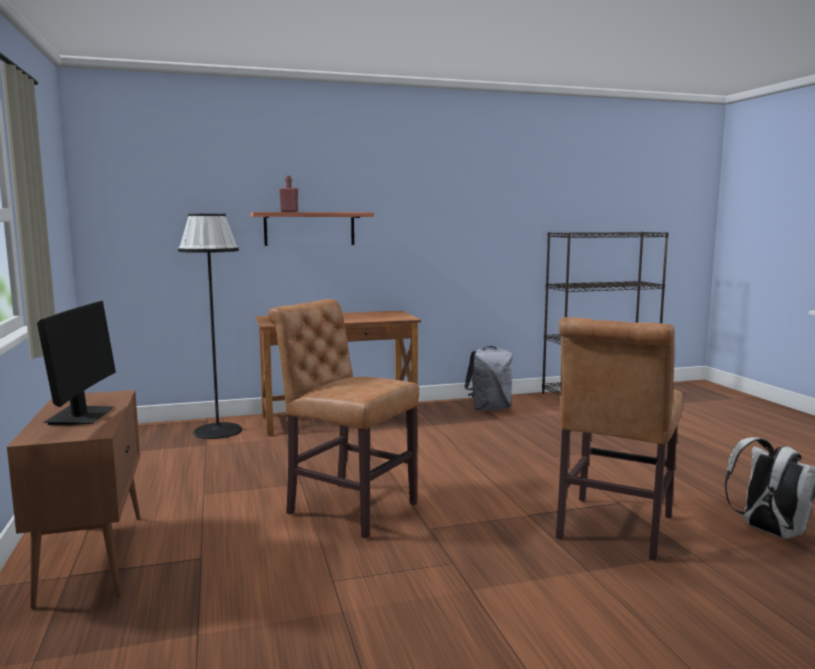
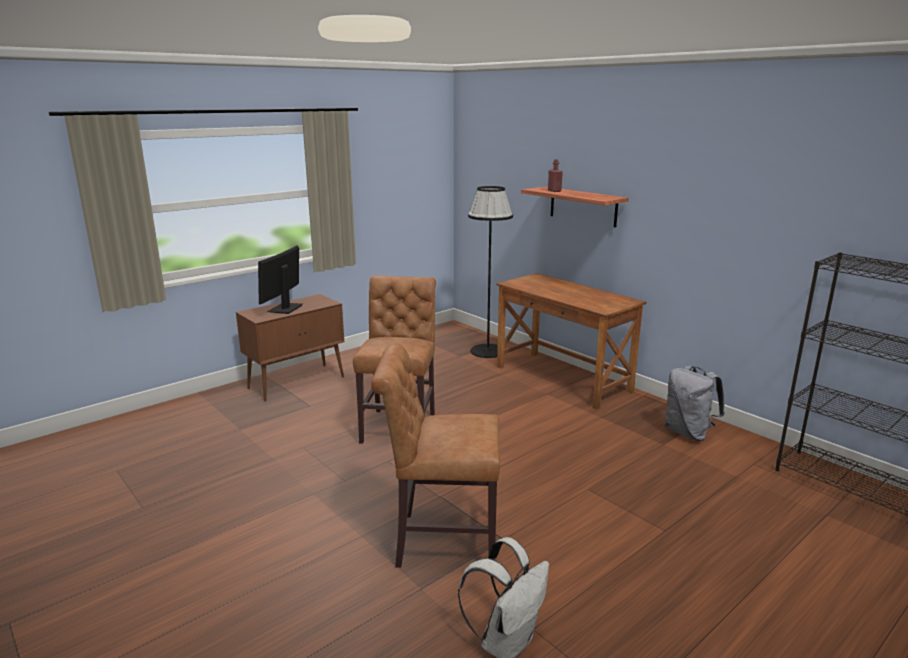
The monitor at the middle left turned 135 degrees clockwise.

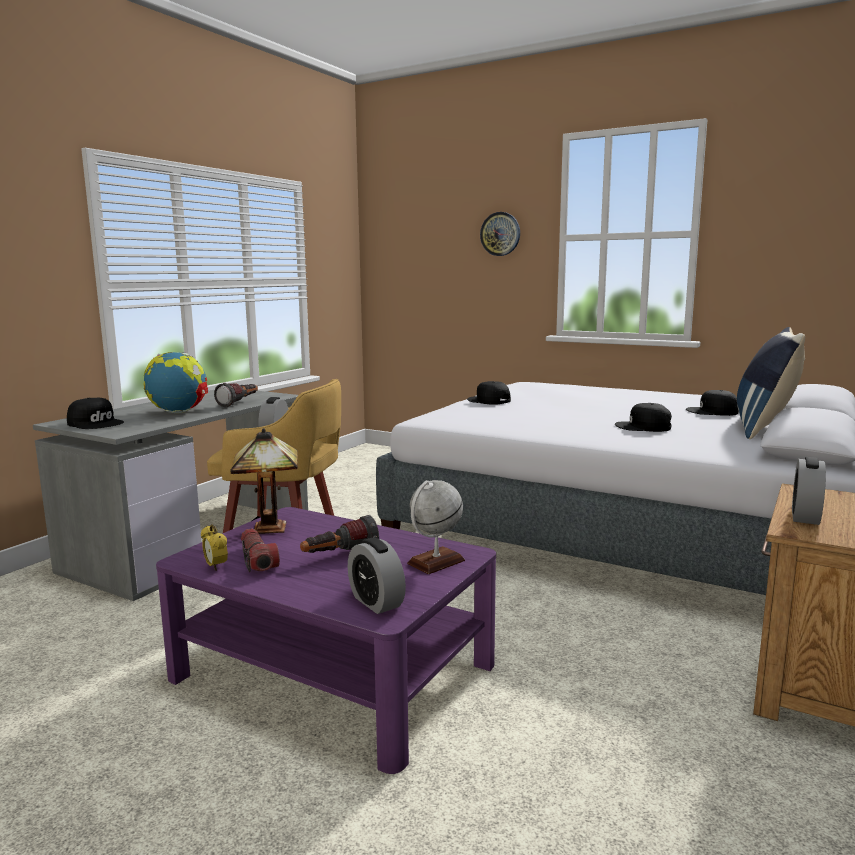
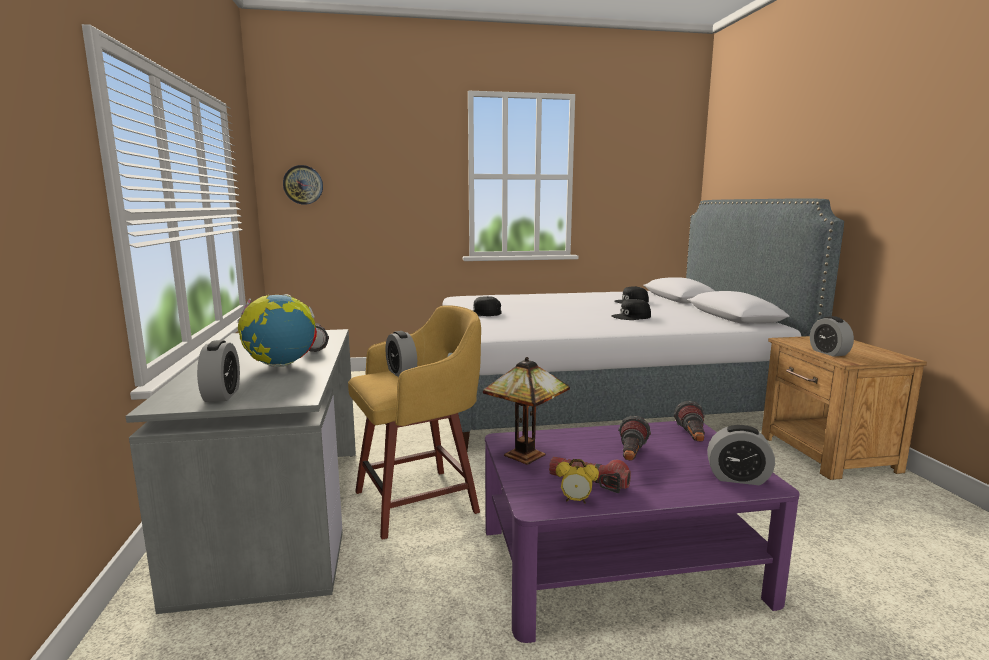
The cap (black) (no. 1 from left) at the middle left was replaced by the alarm clock (no. 1 from left) at the middle left.
The wall clock moved from the top centre to the top left.
The globe (no. 2 from left) at the centre was replaced by the flashlight (no. 4 from left) at the middle right.
The pillow (blue) at the middle right disappeared.

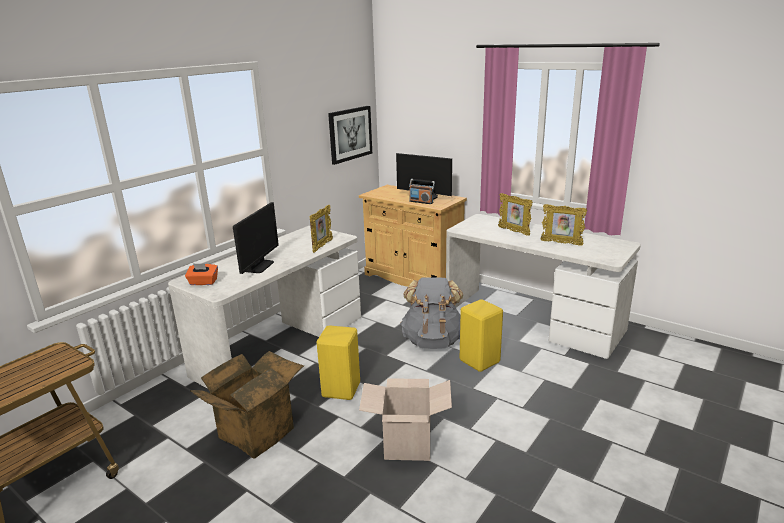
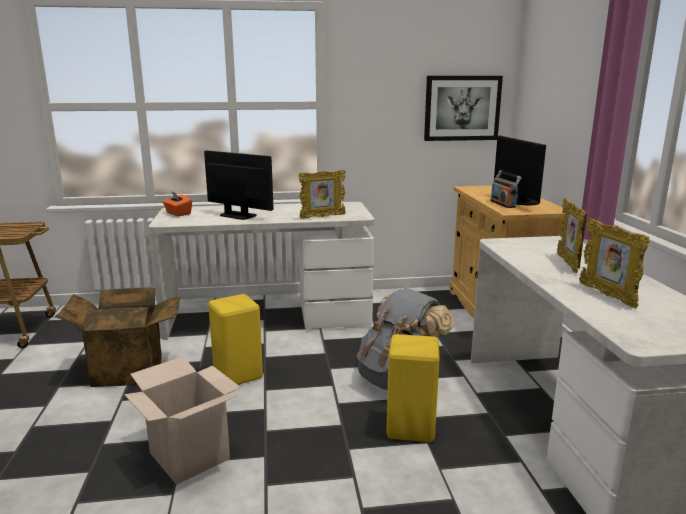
The monitor (no. 1 from left) at the middle left turned 120 degrees counterclockwise.

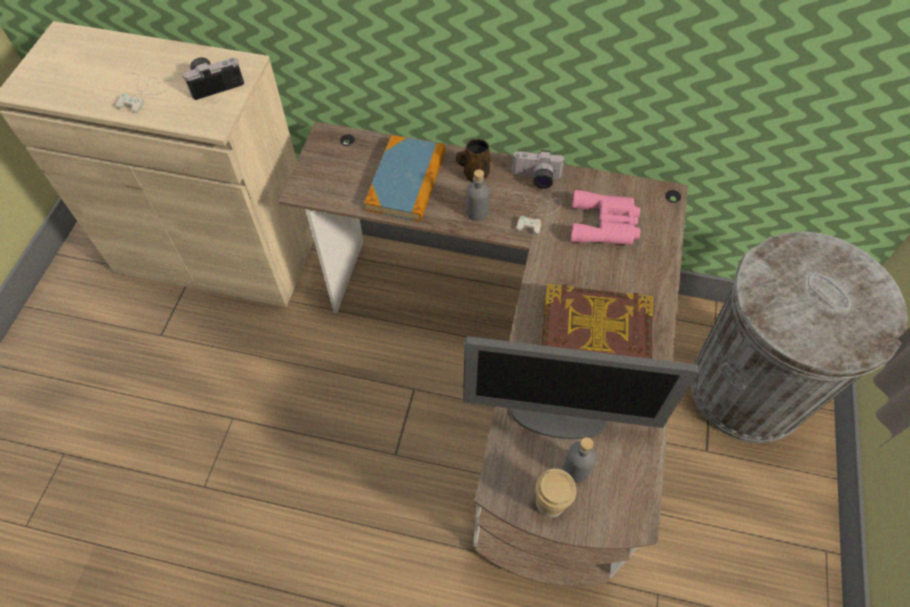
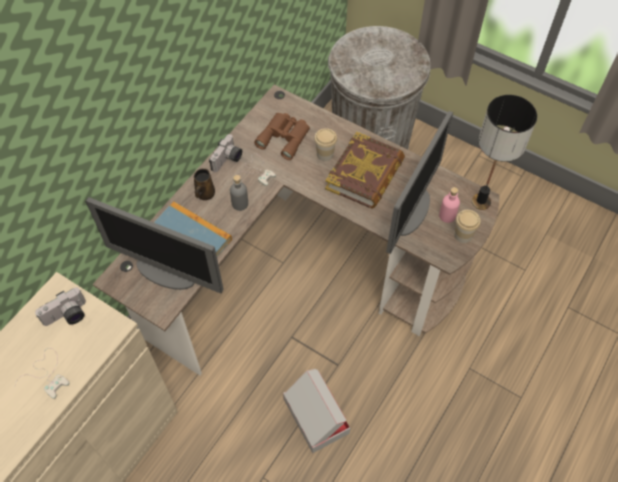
The photo camera (no. 1 from left) at the top left turned 120 degrees counterclockwise.
The monitor (no. 1 from left) at the middle left appeared.
The binoculars (pink) at the centre became the binoculars (brown) at the top centre.
The cardboard box at the bottom centre appeared.
The cup (no. 1 from left) at the top centre appeared.
The bottle (grey) (no. 2 from left) at the bottom centre became the bottle (pink) at the middle right.
The table lamp at the top right appeared.

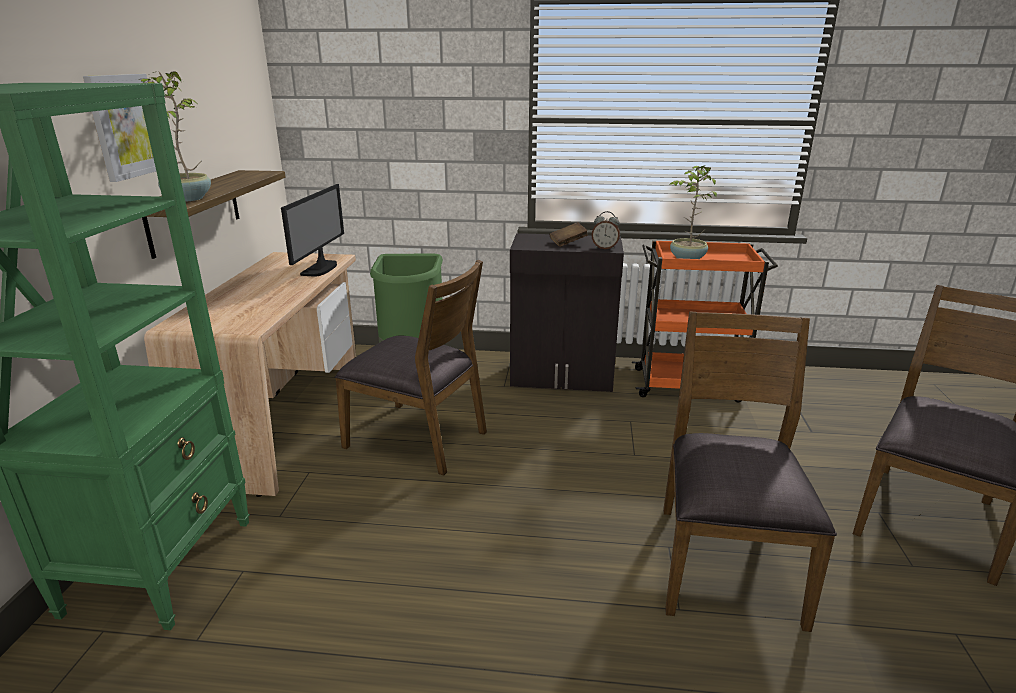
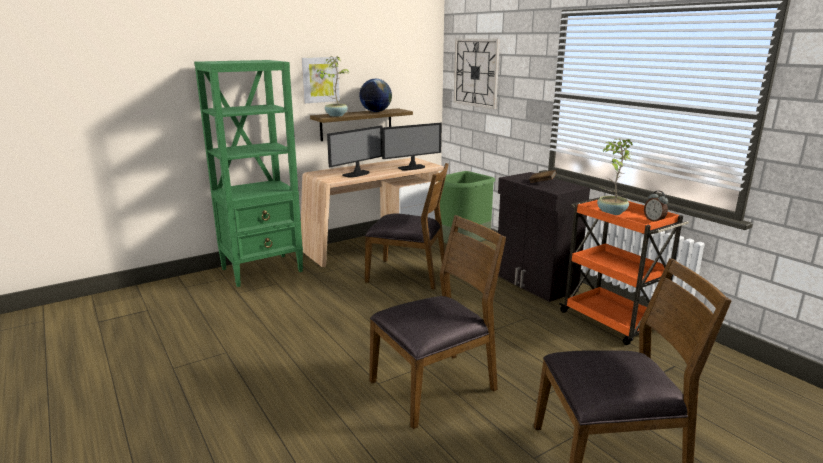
The monitor (no. 1 from left) at the top centre appeared.
The globe at the top centre appeared.
The chair (brown) (no. 1 from left) at the centre turned 60 degrees counterclockwise.
The wall clock at the top centre appeared.
The alarm clock moved from the top centre to the middle right.

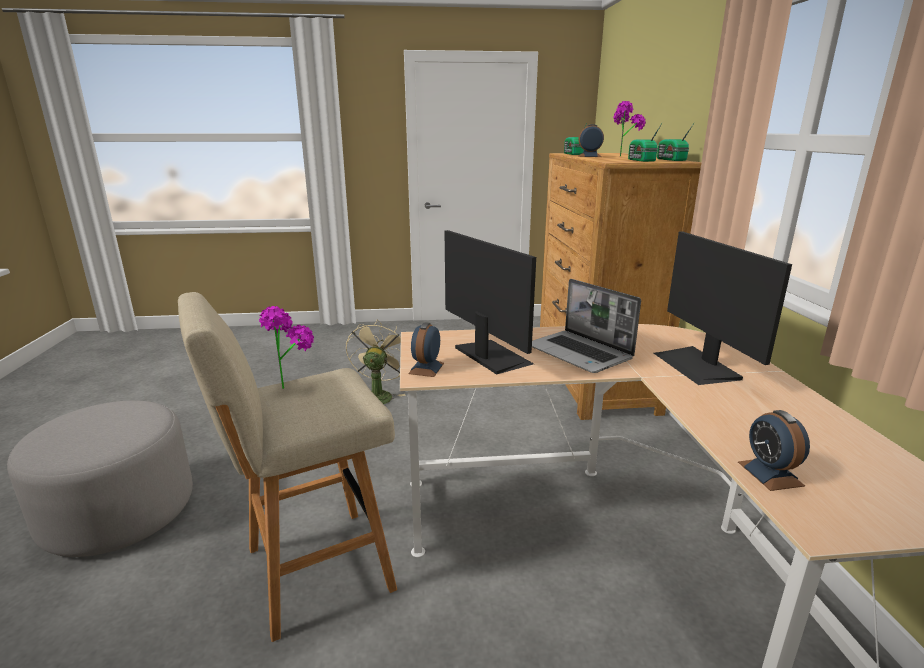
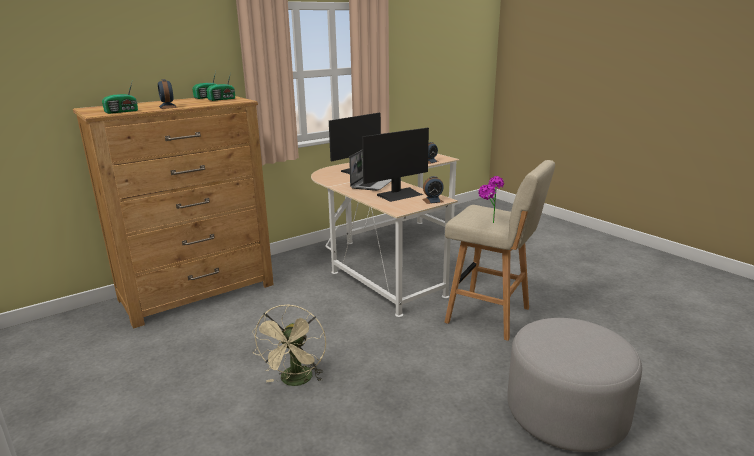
The fan (beige) at the centre turned 60 degrees counterclockwise.
The monitor (no. 1 from left in the first image) at the centre turned 150 degrees counterclockwise.
The potted plant (no. 2 from left) at the top right disappeared.

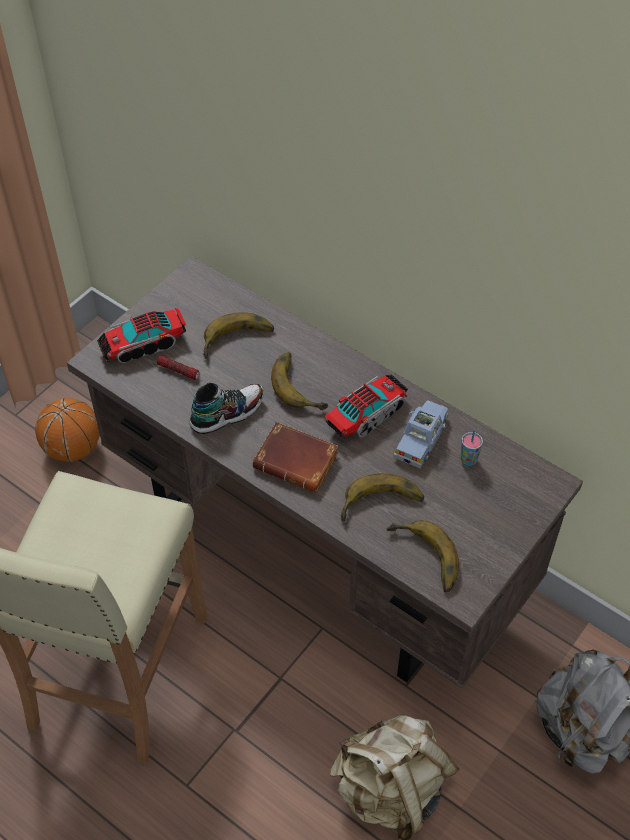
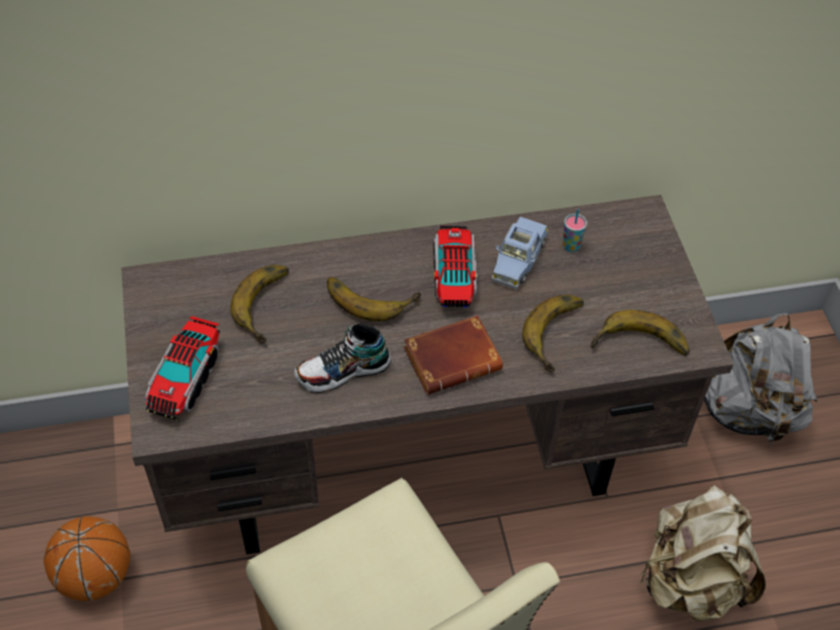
The shoe at the centre turned 120 degrees counterclockwise.
The toy car (blue) at the middle right turned 135 degrees counterclockwise.
The flashlight at the middle left disappeared.

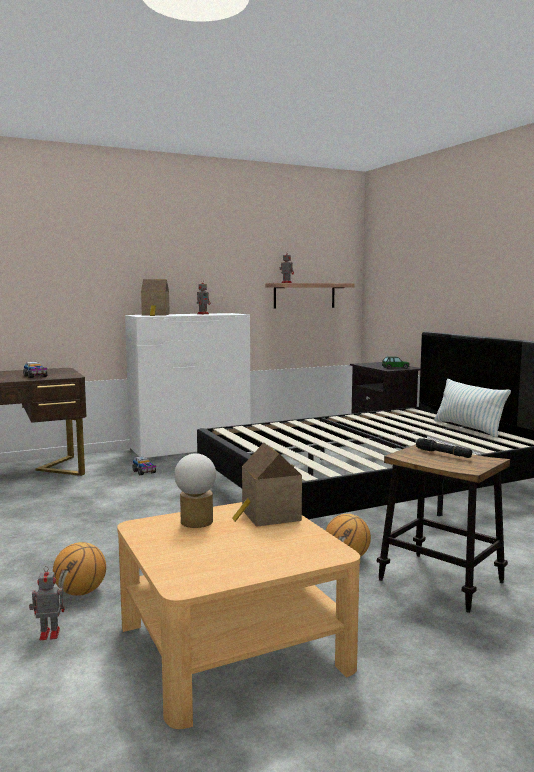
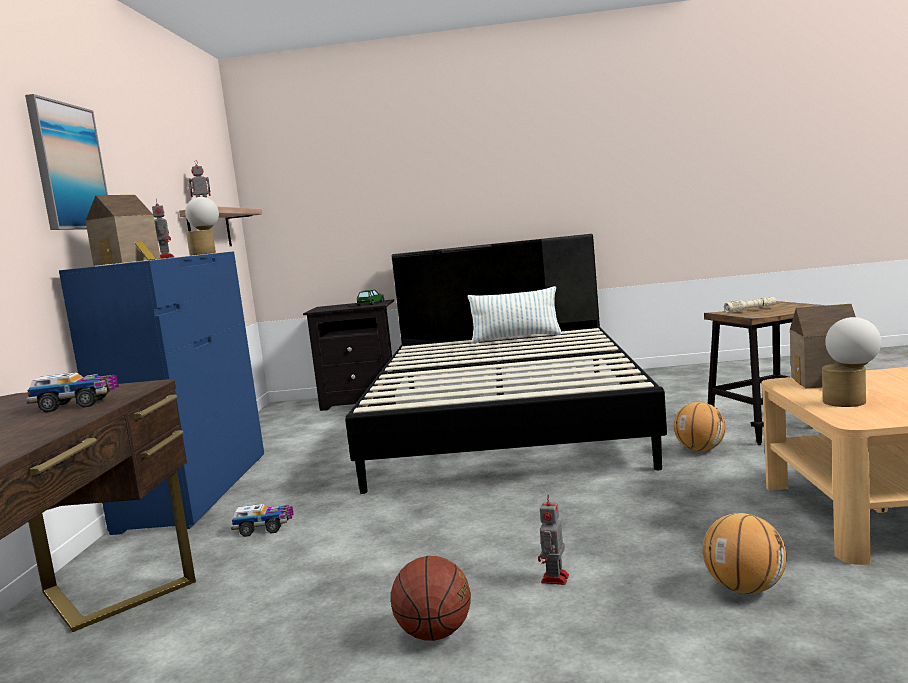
The picture at the top left appeared.
The dresser (white) at the centre became the dresser (blue) at the middle left.
The table lamp (no. 1 from left) at the top left appeared.
The basketball (no. 1 from left) at the bottom centre appeared.
The toy robot (no. 1 from left in the first image) moved from the bottom left to the bottom centre.
The flashlight (black) at the middle right became the flashlight (beige) at the middle right.

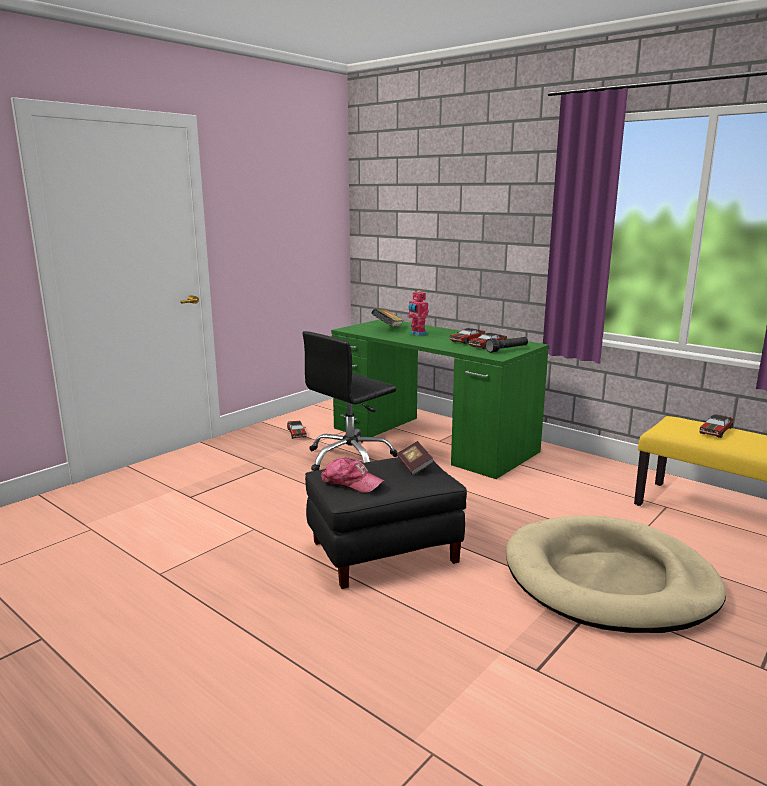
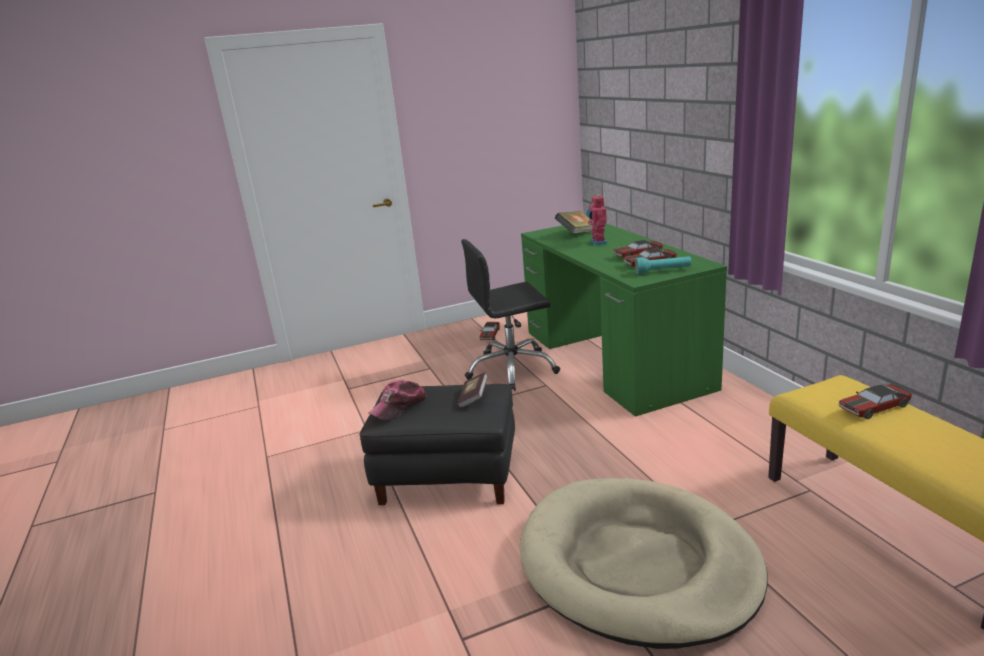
The cap at the centre turned 75 degrees clockwise.
The flashlight (black) at the centre became the flashlight (turquoise) at the middle right.

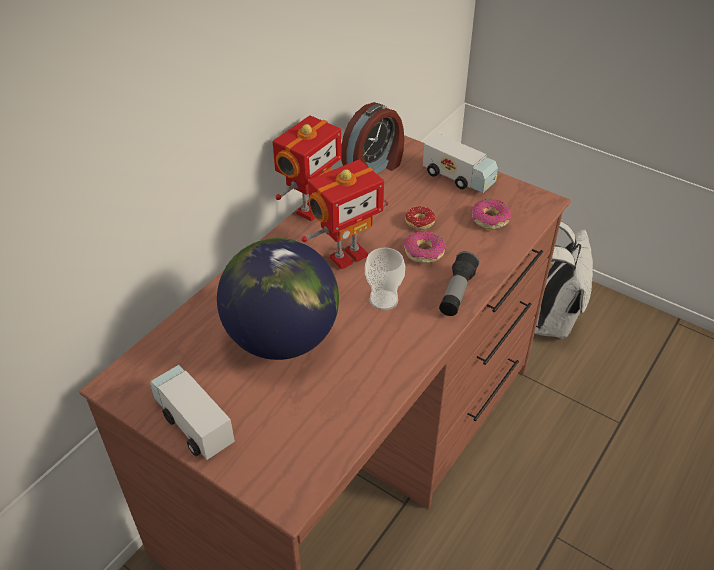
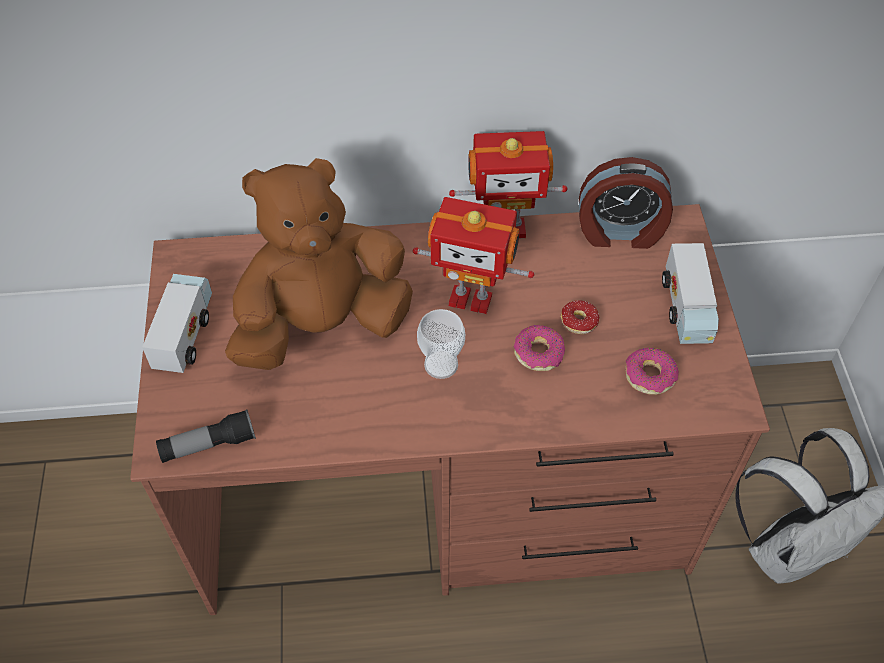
The flashlight moved from the centre to the middle left.
The globe at the centre was replaced by the plush toy (brown) at the centre.

